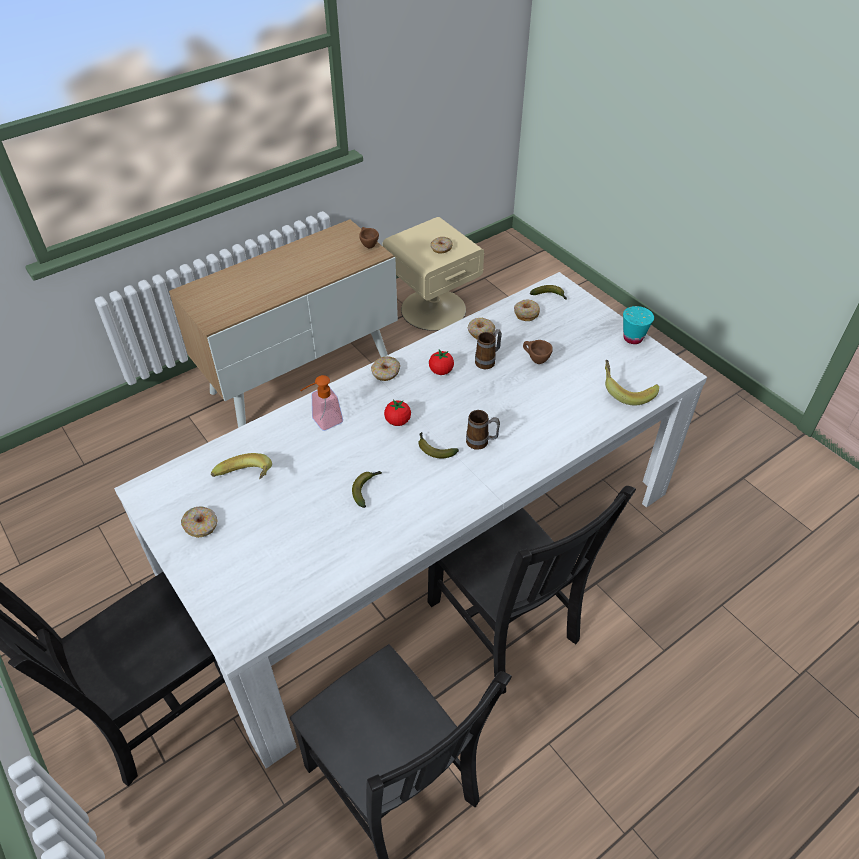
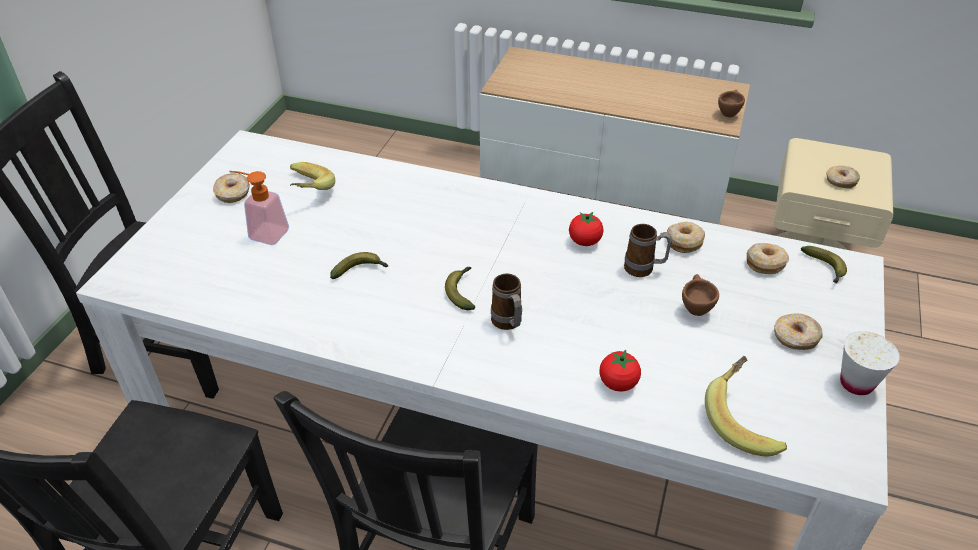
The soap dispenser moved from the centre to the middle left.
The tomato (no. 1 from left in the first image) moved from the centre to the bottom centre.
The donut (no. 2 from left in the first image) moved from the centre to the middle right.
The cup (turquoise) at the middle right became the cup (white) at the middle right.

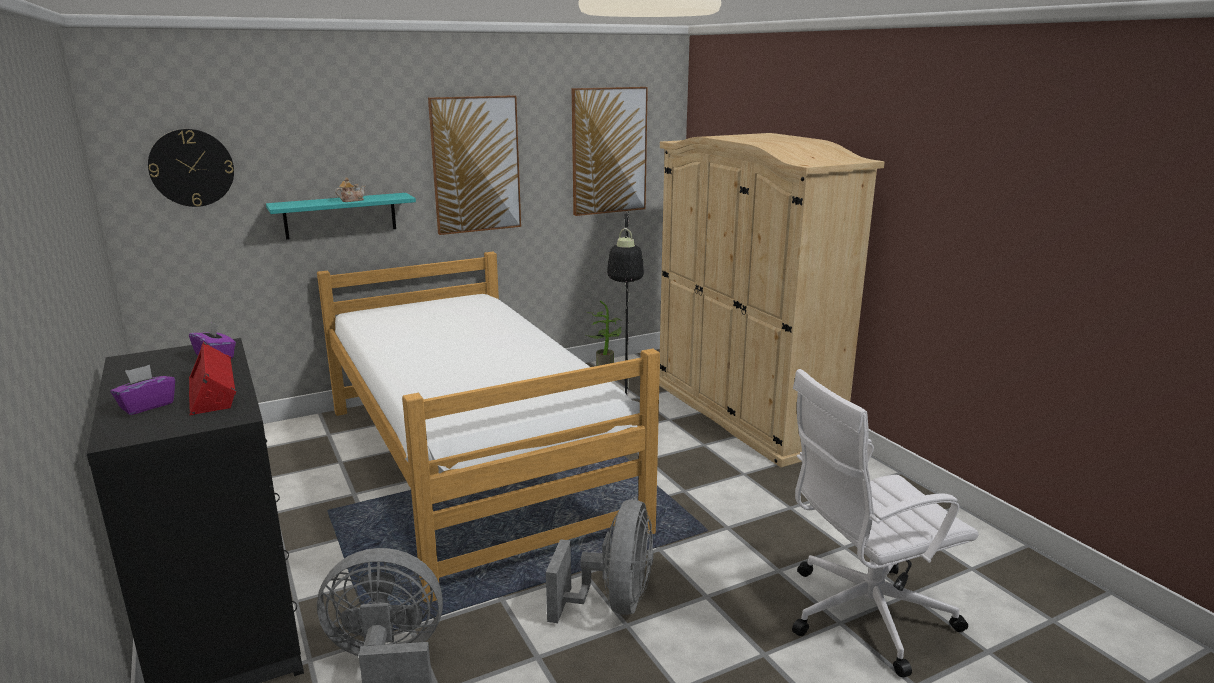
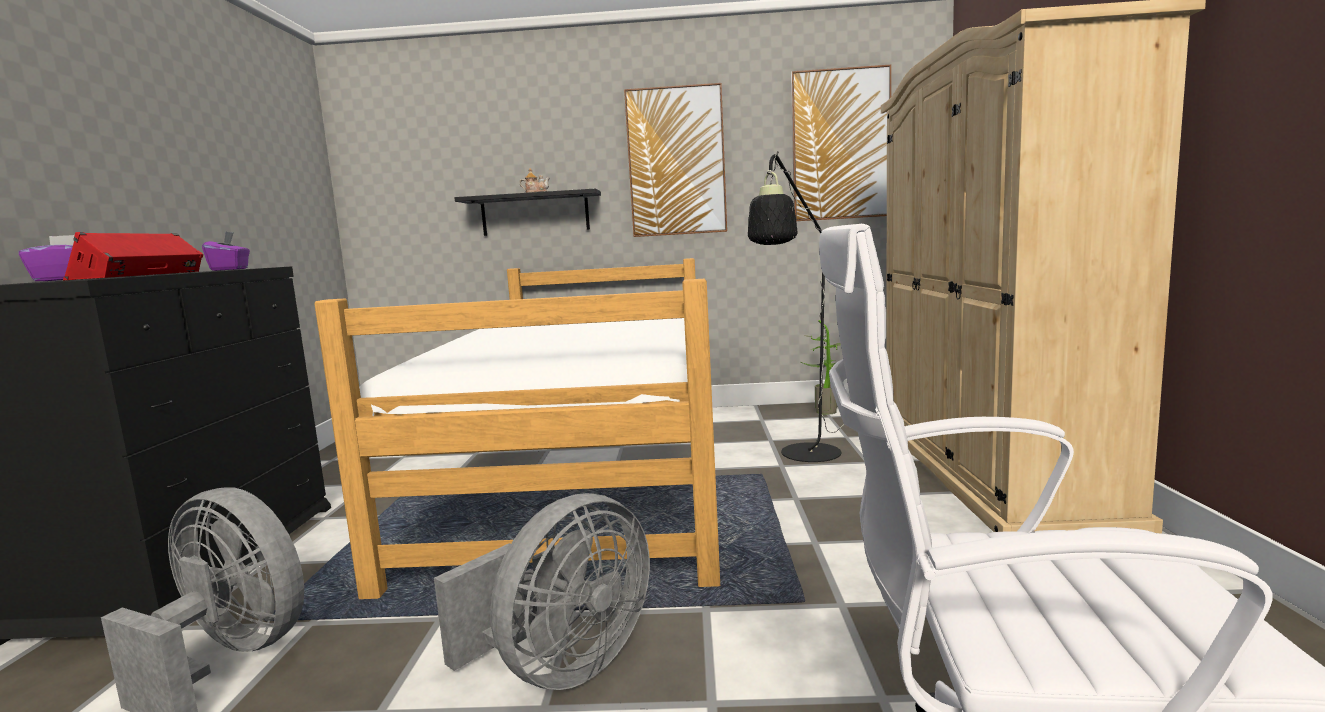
The shelf (turquoise) at the top left became the shelf (black) at the top centre.
The wall clock at the top left disappeared.

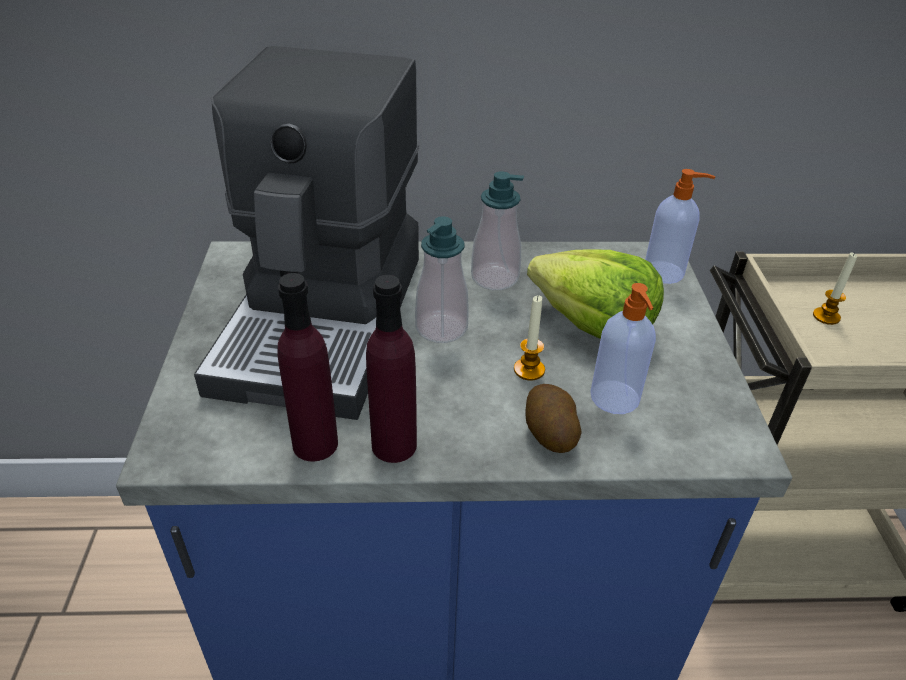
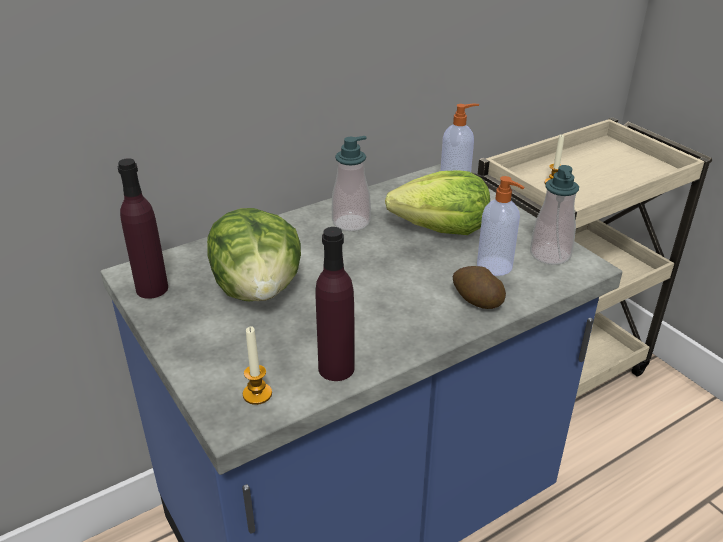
The bottle (purple) (no. 2 from left in the first image) moved from the centre to the middle left.
The coffee machine at the centre was replaced by the lettuce (no. 1 from left) at the centre.
The candle (no. 1 from left) moved from the centre to the bottom centre.
The soap dispenser (no. 1 from left in the first image) moved from the centre to the middle right.

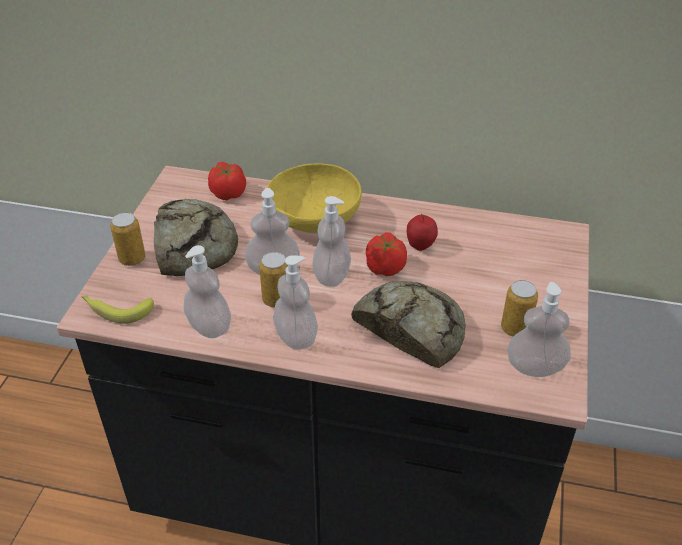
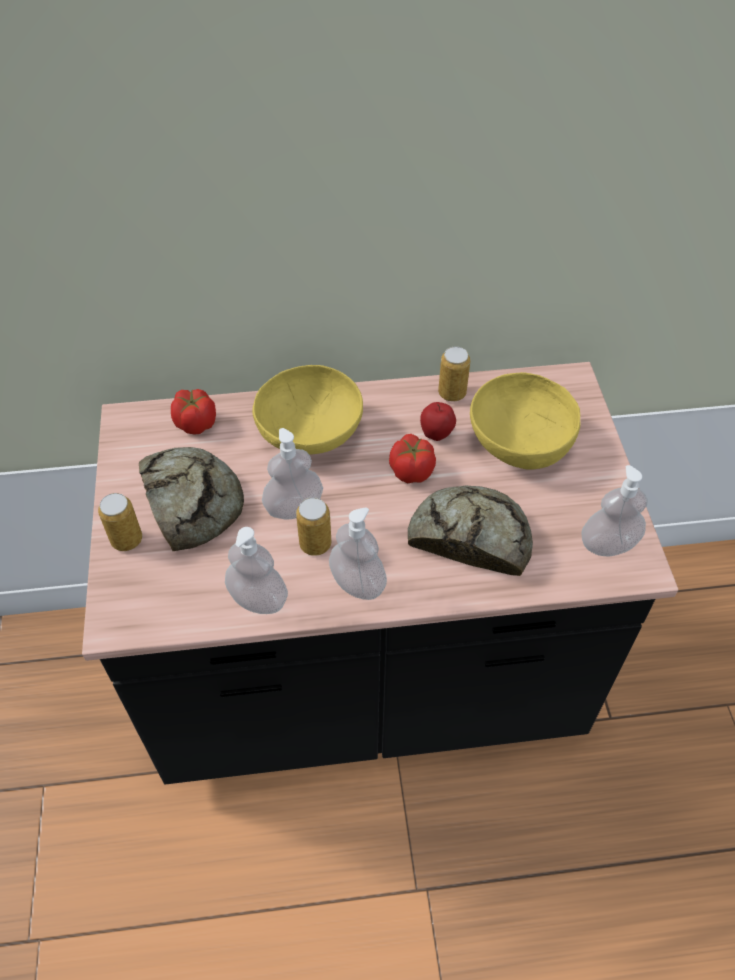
The can (no. 3 from left) moved from the middle right to the centre.
The bowl (yellow) (no. 2 from left) at the middle right appeared.
The banana at the middle left disappeared.
The soap dispenser (no. 4 from left) at the centre disappeared.

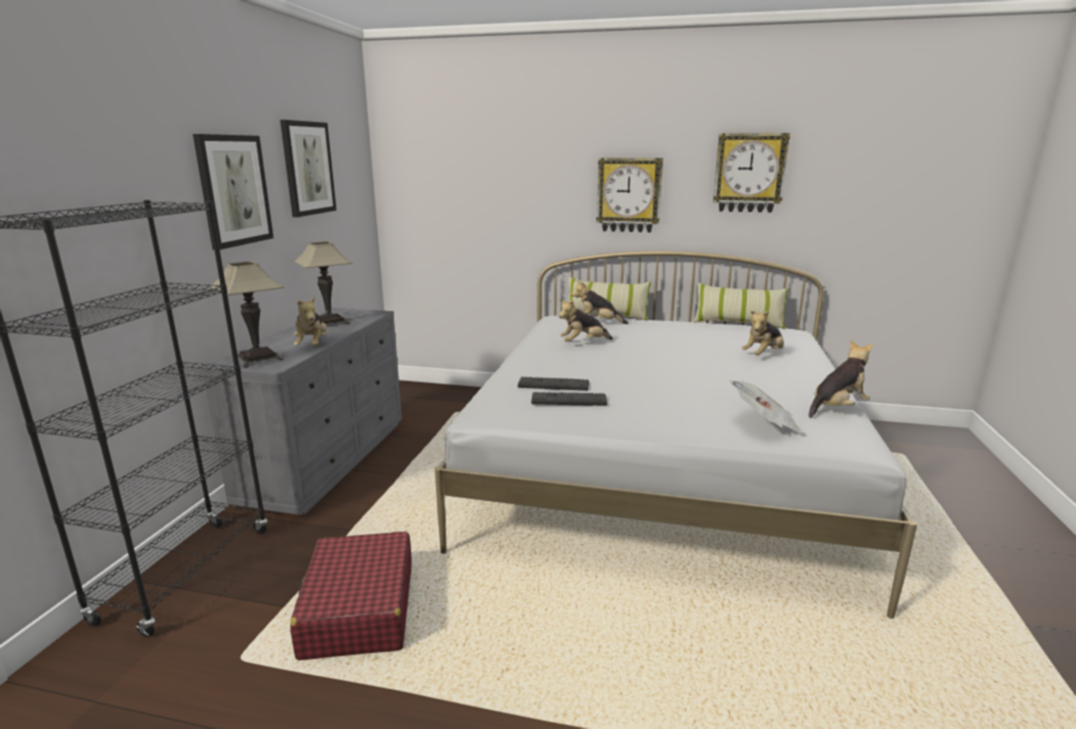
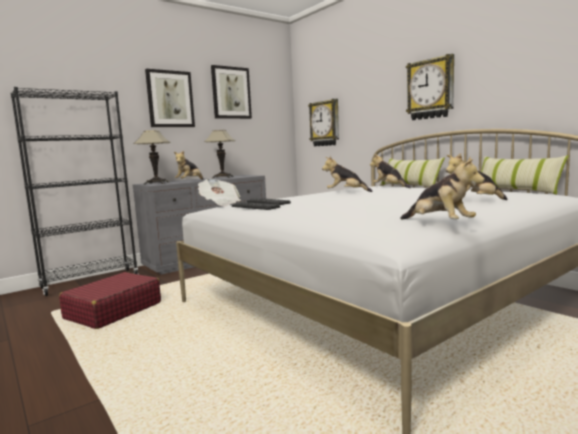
The newspaper moved from the middle right to the centre.
The wall clock (no. 2 from left in the first image) moved from the top right to the top centre.
The plush toy (no. 5 from left in the first image) at the middle right turned 45 degrees clockwise.

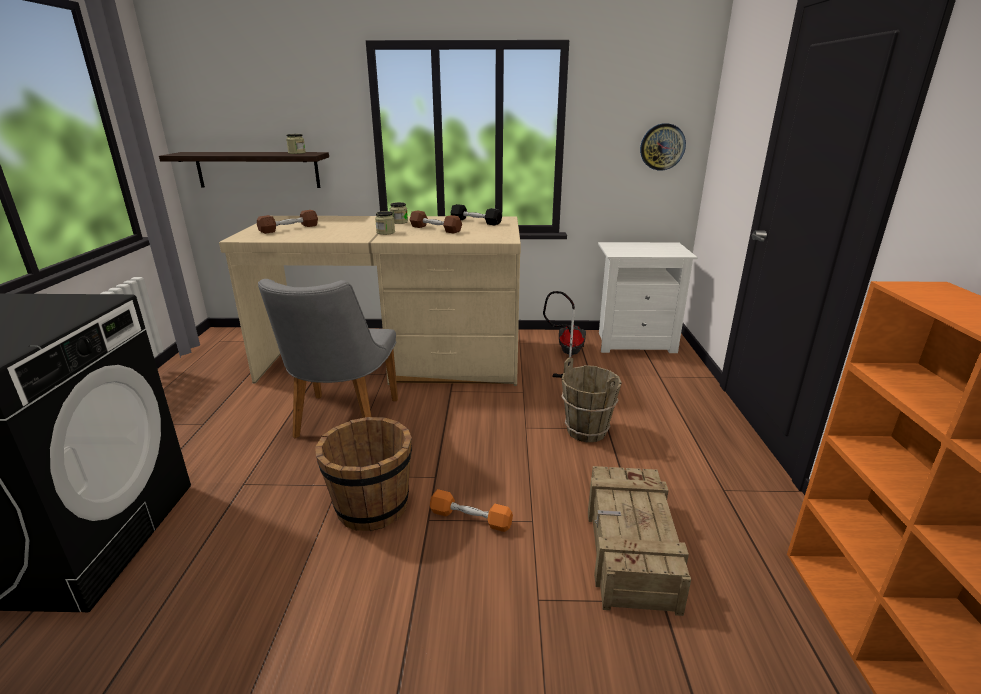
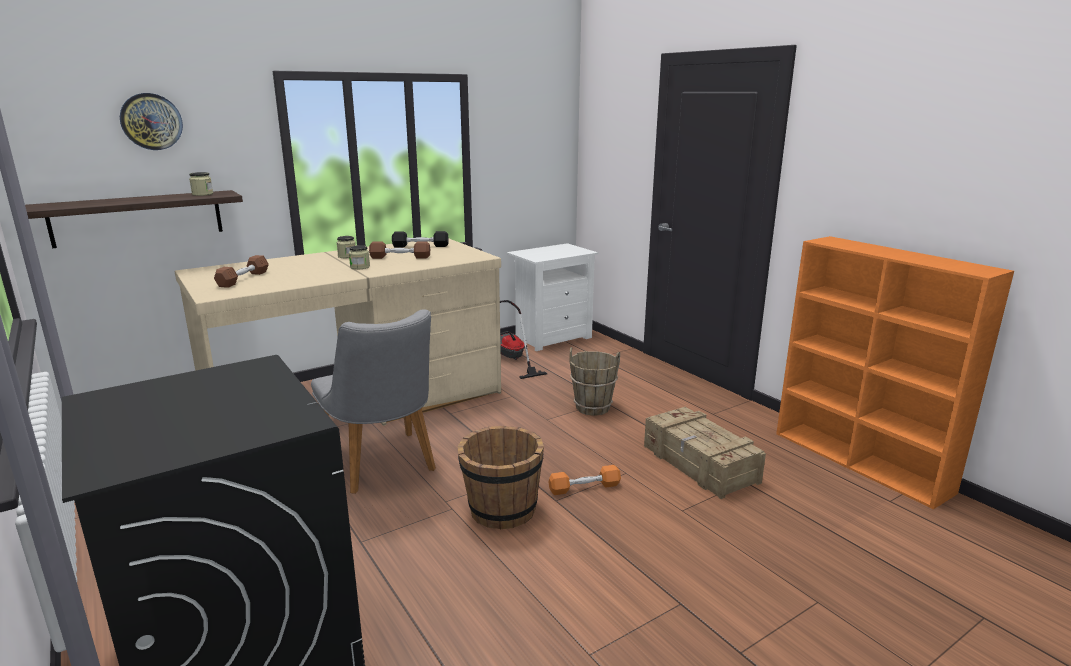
The wall clock moved from the top right to the top left.

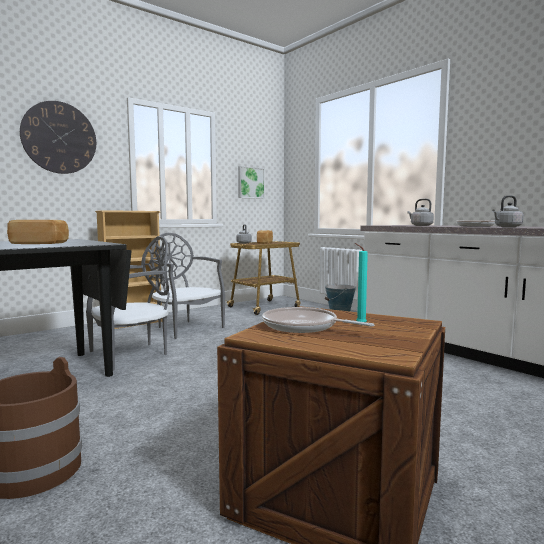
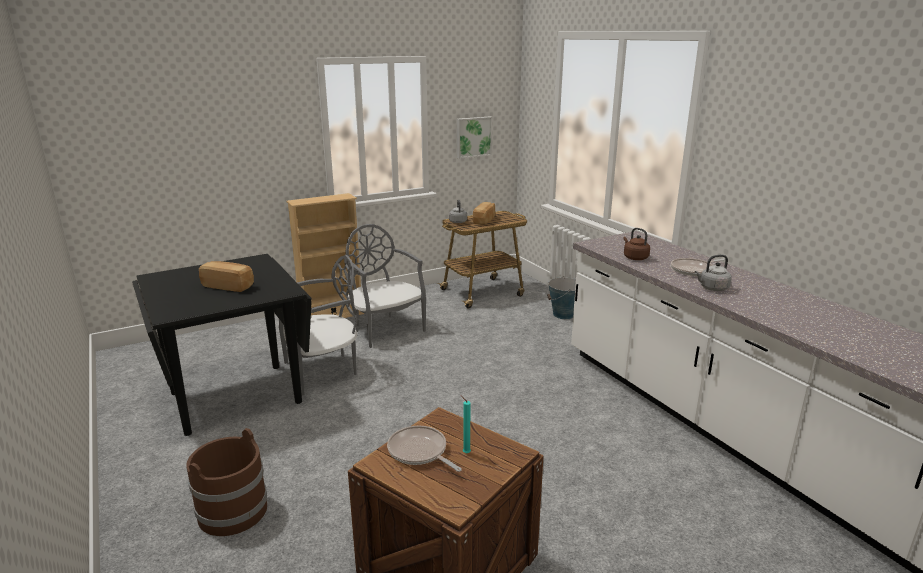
The kettle (grey) (no. 2 from left) at the middle right became the kettle (brown) at the middle right.
The wall clock at the top left disappeared.

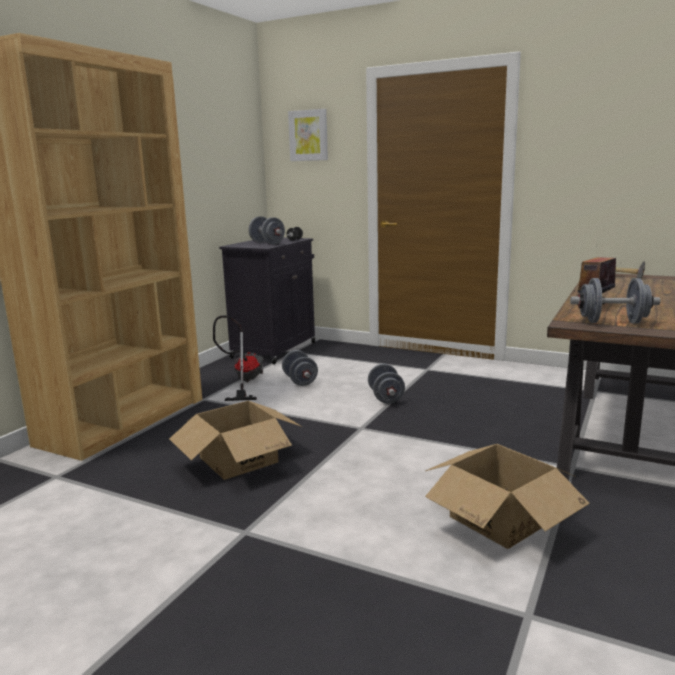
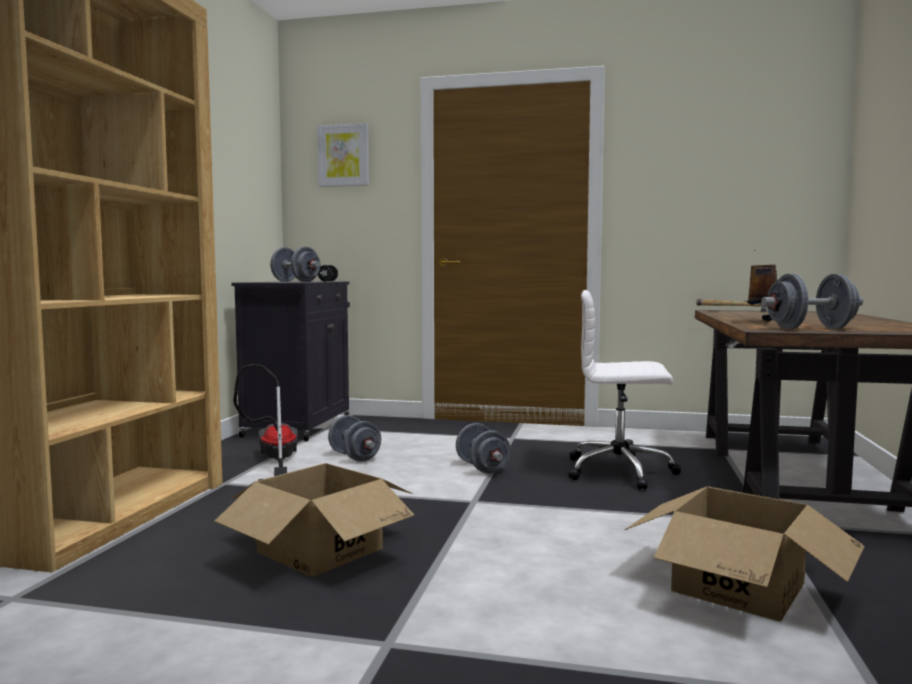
The office chair (white) at the middle right appeared.

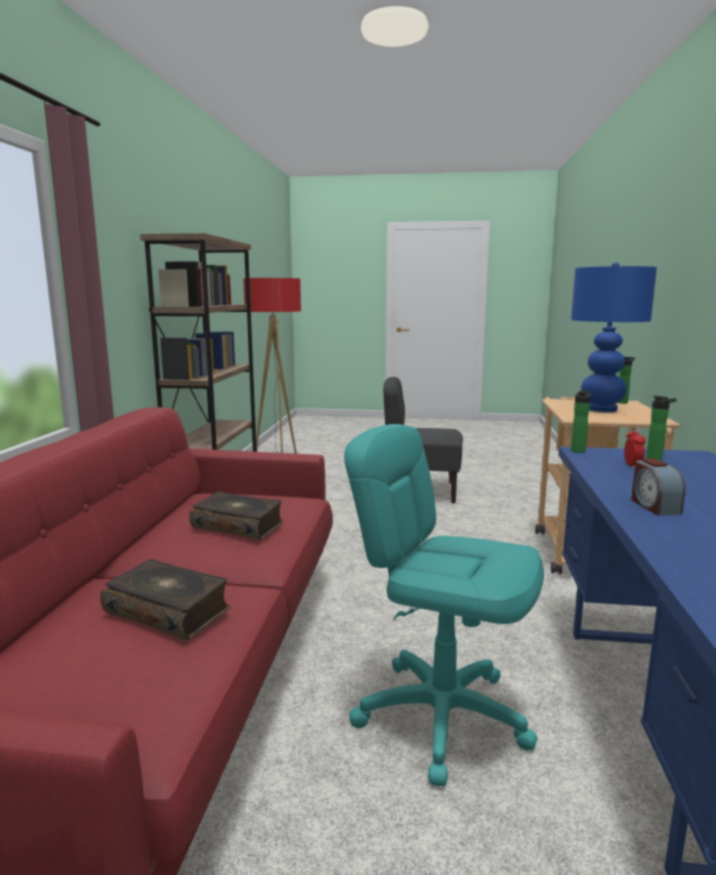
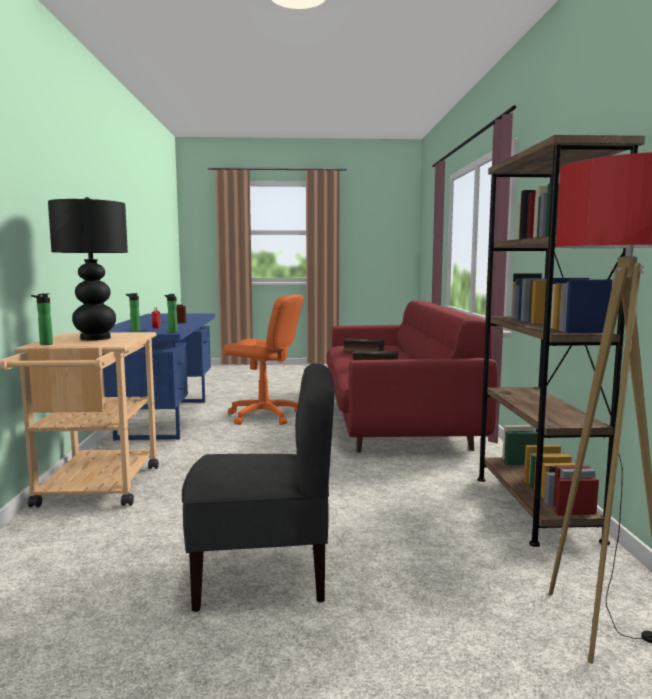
The table lamp (blue) at the middle right became the table lamp (black) at the middle left.
The office chair (turquoise) at the bottom centre became the office chair (orange) at the centre.

